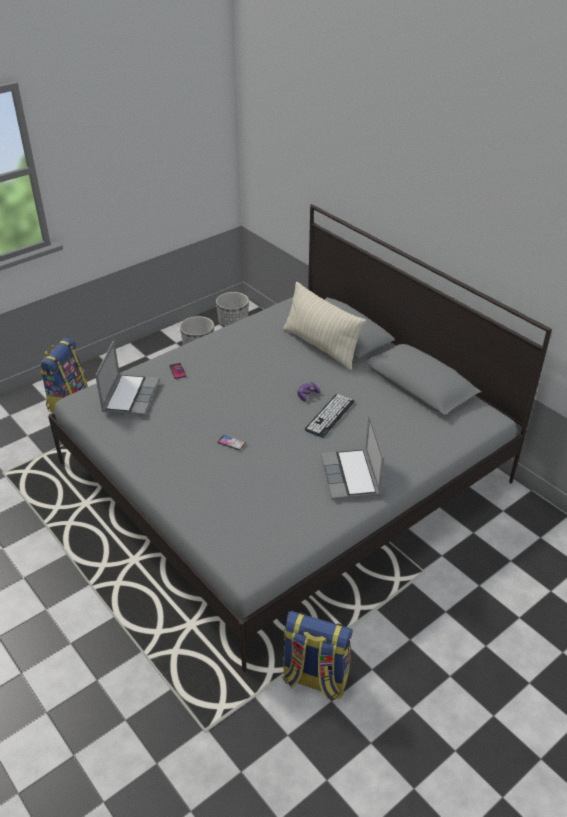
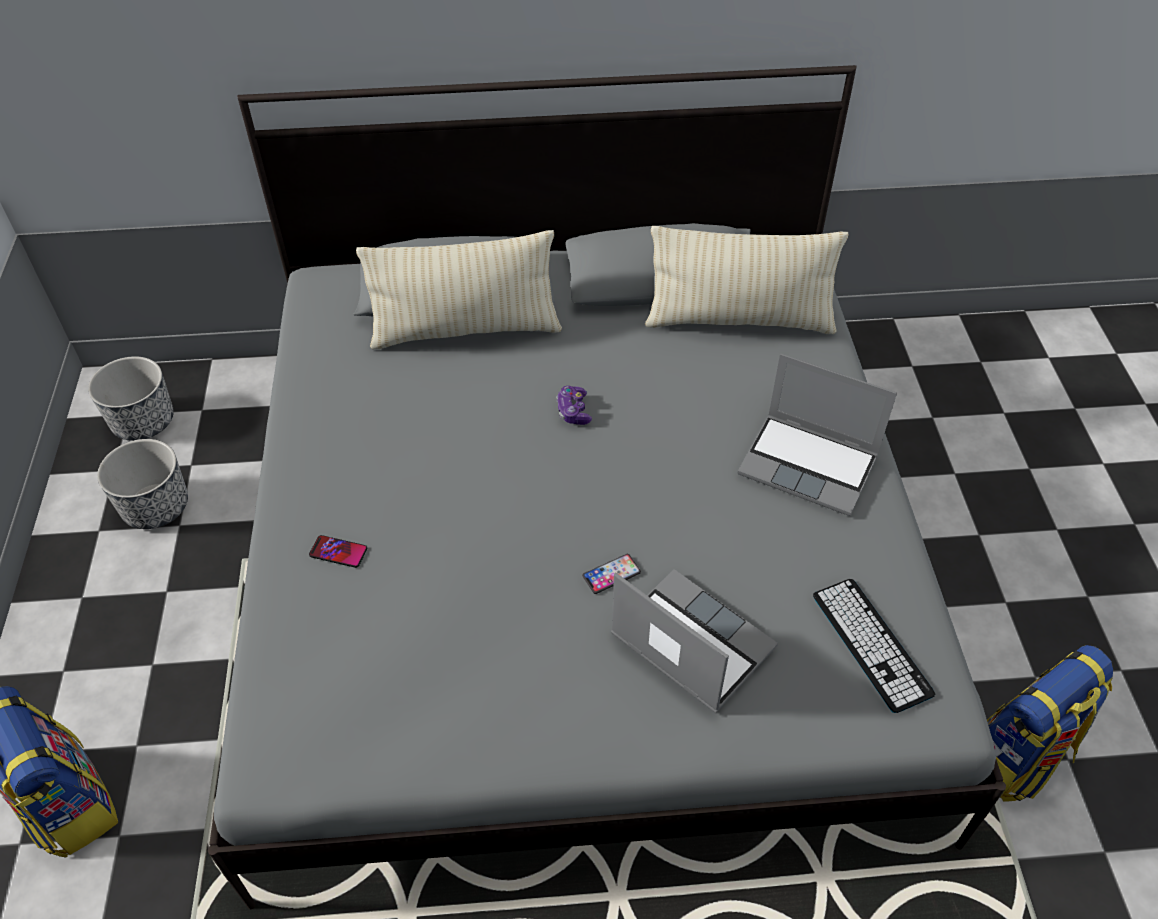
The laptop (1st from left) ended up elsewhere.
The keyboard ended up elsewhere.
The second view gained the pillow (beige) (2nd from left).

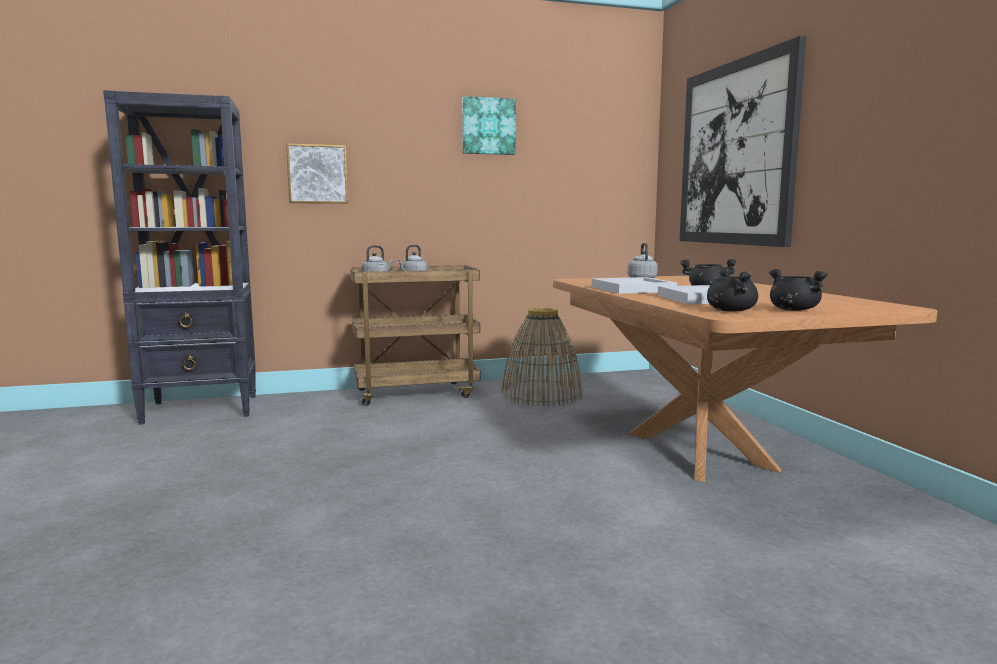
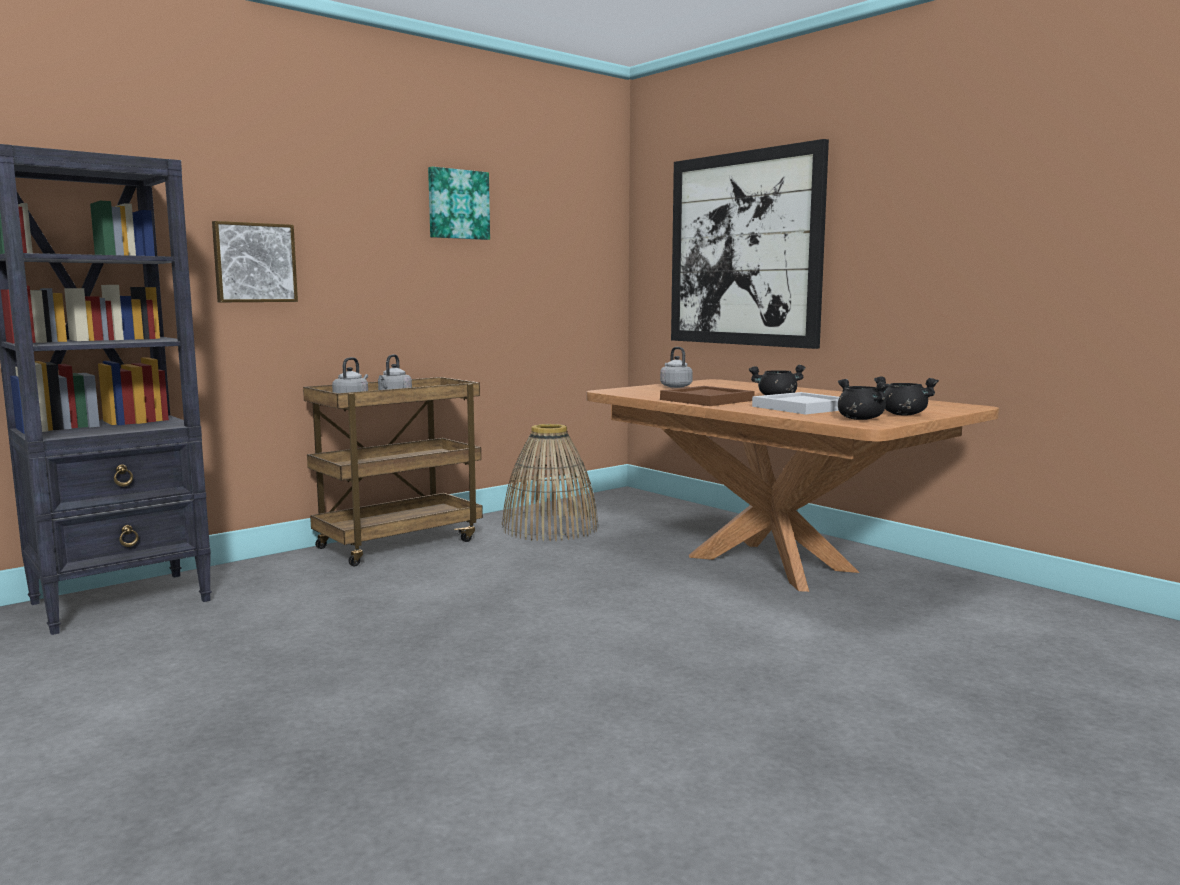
What was the tray (white) (1st from left) turned into the tray (brown).

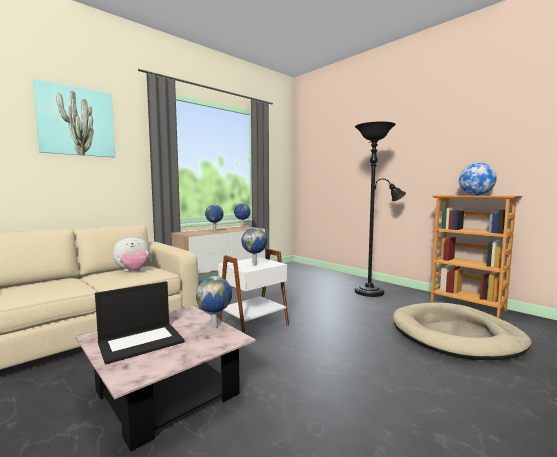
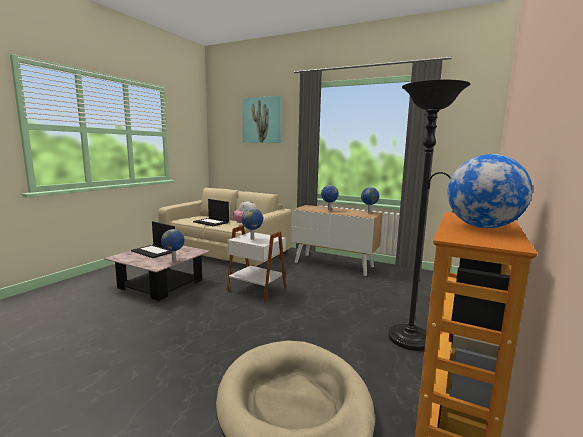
The second view gained the laptop (2nd from left).

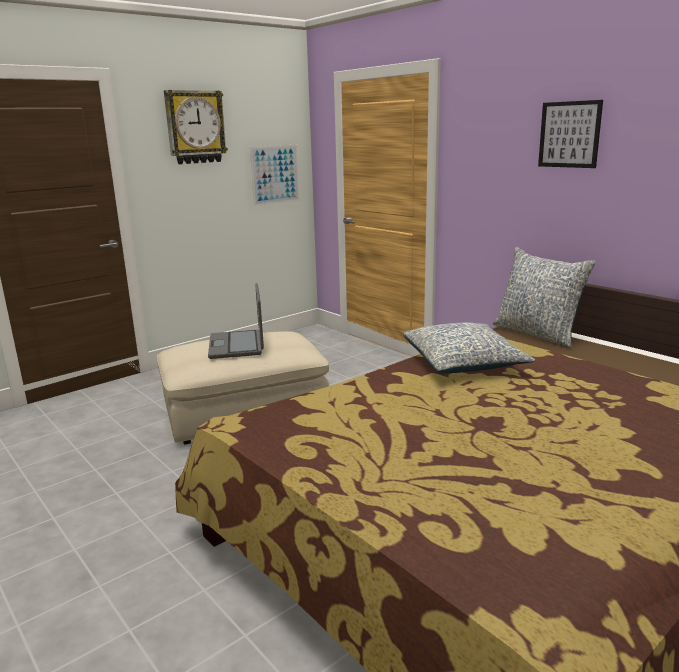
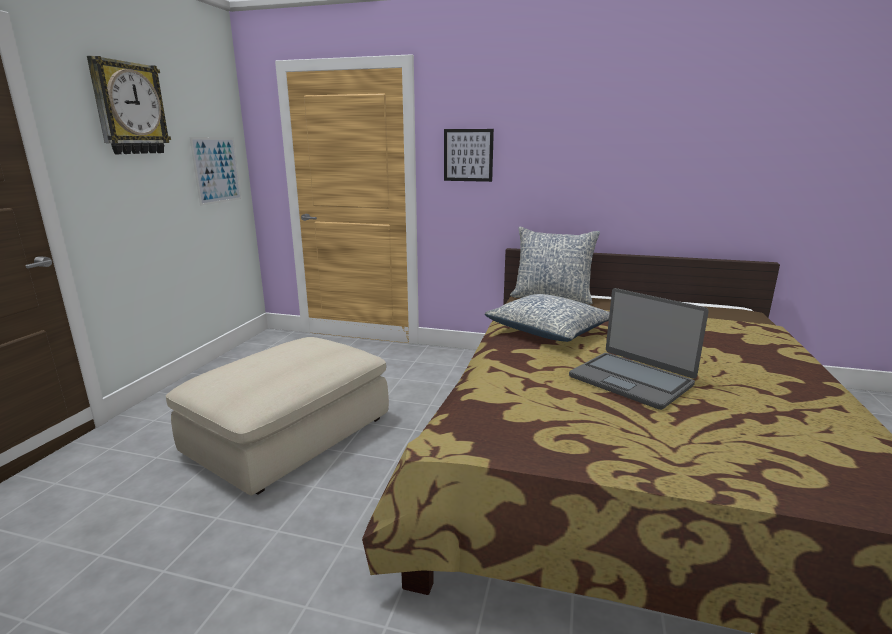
The laptop ended up elsewhere.
The picture (2nd from left) ended up elsewhere.

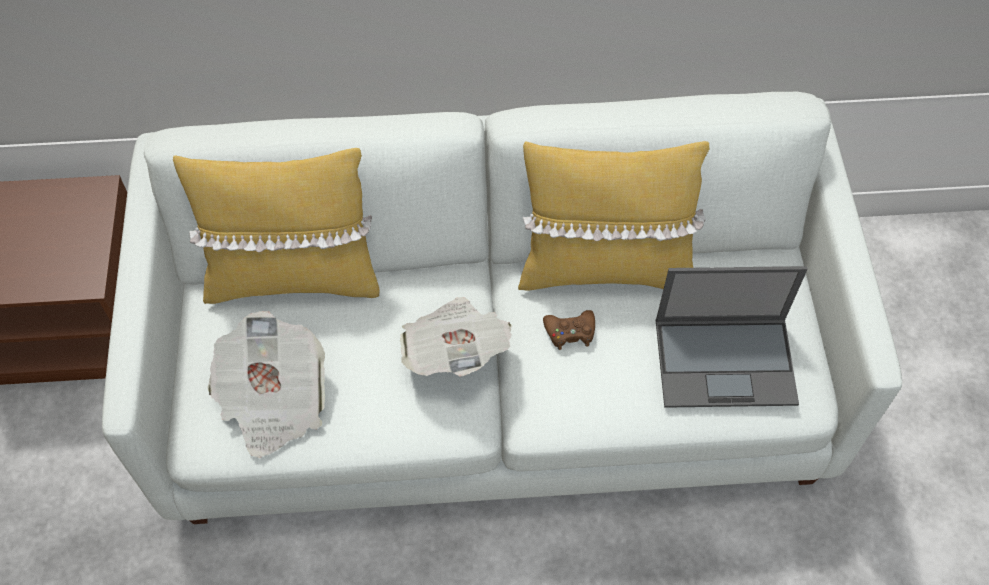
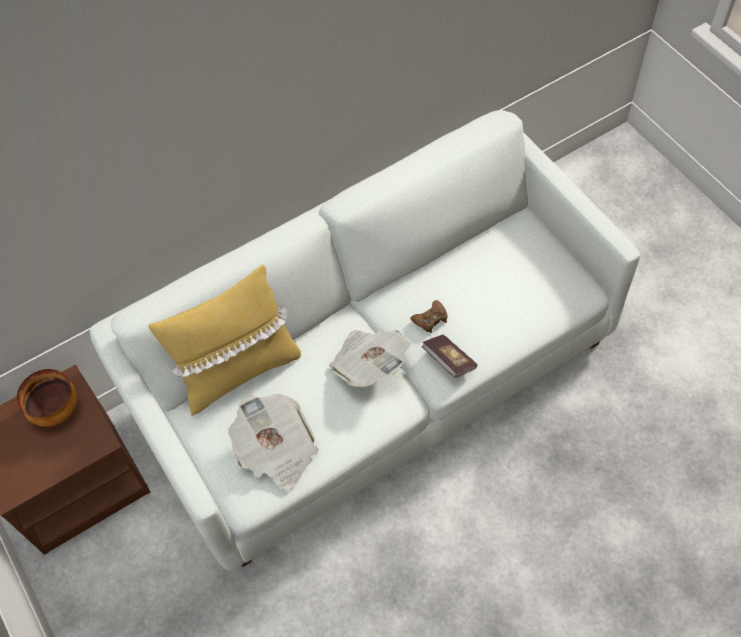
The second view lost the pillow (yellow) (2nd from left).
The second view lost the laptop.
The second view gained the bowl.
The second view gained the book.

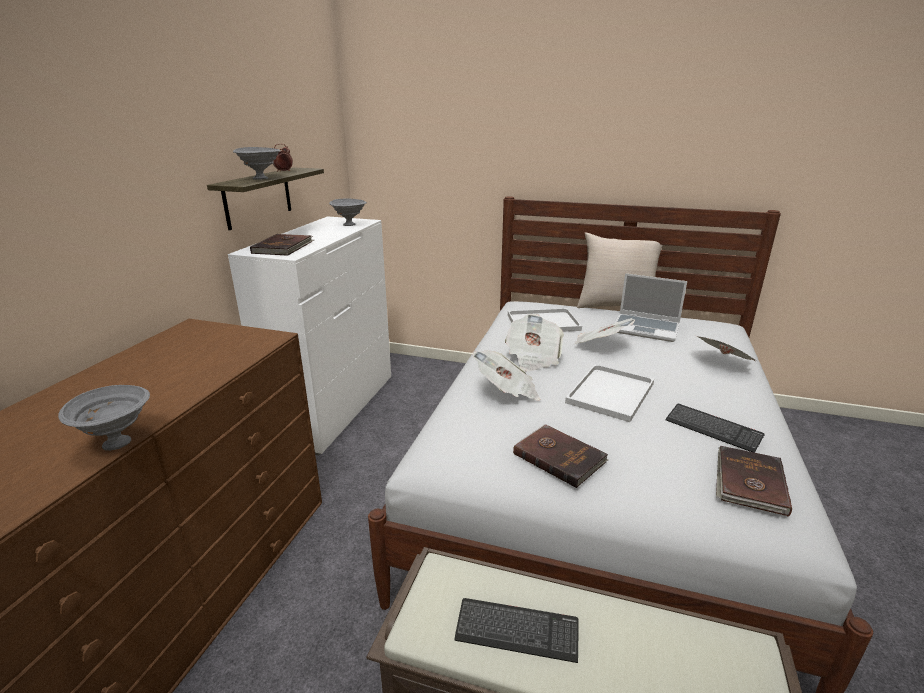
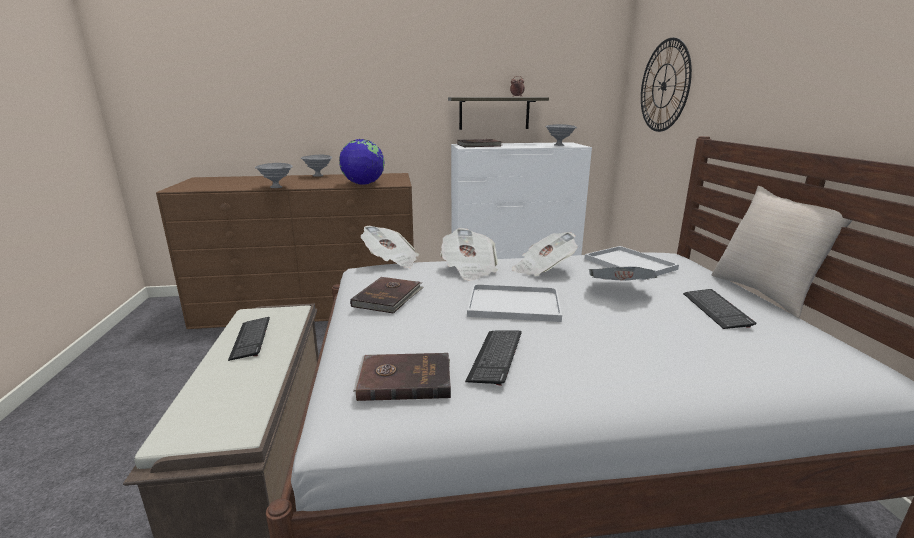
The bowl (grey) (2nd from left) ended up elsewhere.
Where the laptop stood, the keyboard (3rd from left) came to stand.
The newspaper (4th from left in the first image) ended up elsewhere.
The second view gained the globe.
The second view gained the wall clock.

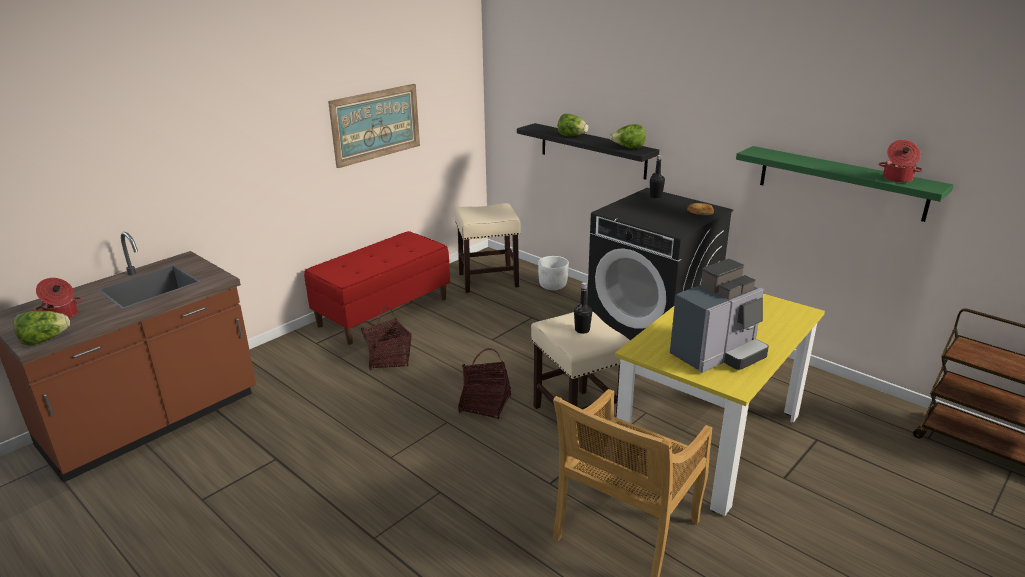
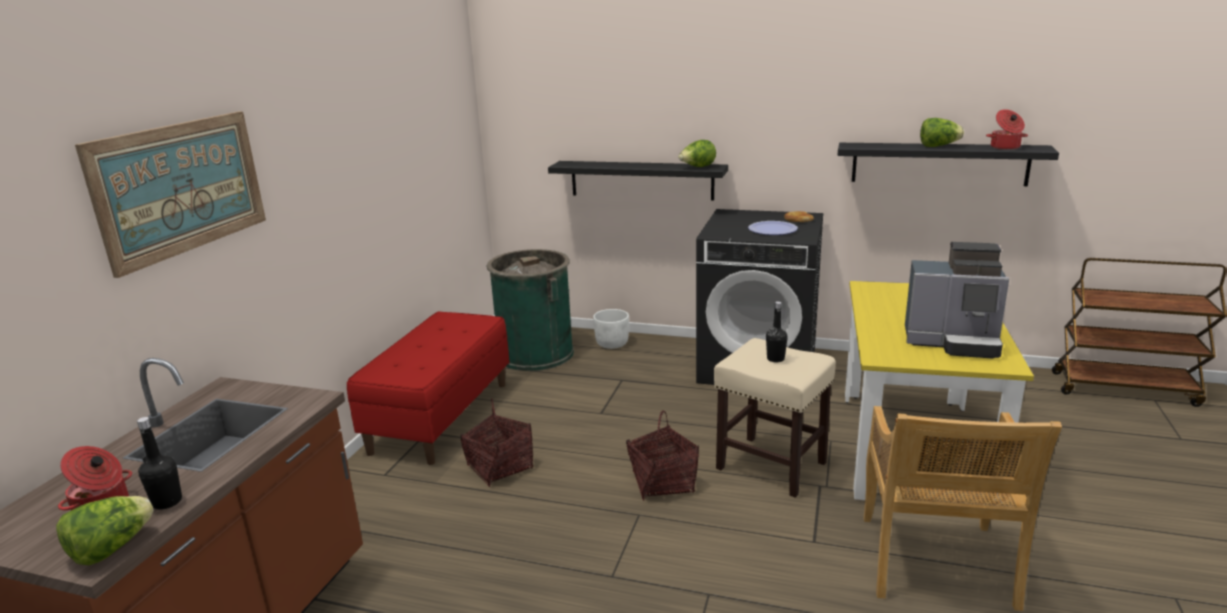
The picture ended up elsewhere.
Where the stool (beige) (1st from left) stood, the trash can (green) came to stand.
The lettuce (2nd from left in the first image) ended up elsewhere.
The bottle (black) (2nd from left in the first image) ended up elsewhere.
The coffee machine ended up facing another way, 75 degrees clockwise from before.
What was the shelf (green) turned into the shelf (black) (2nd from left).
The second view gained the plate.

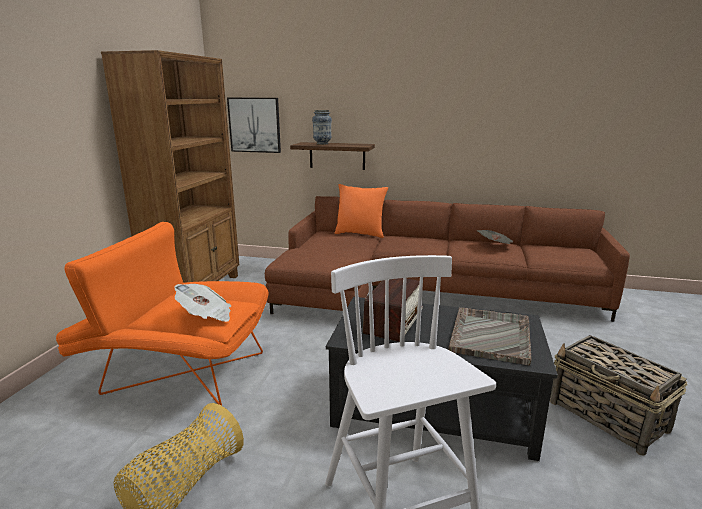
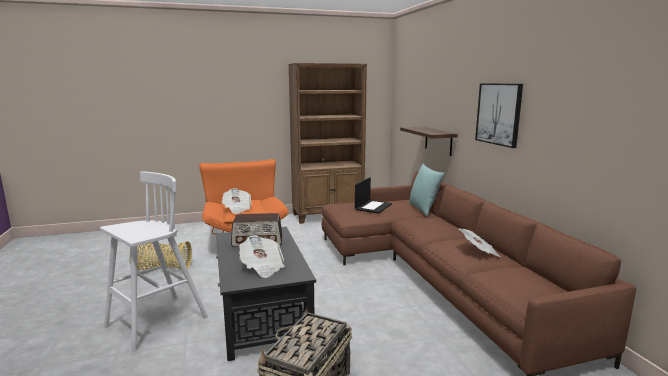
The picture ended up elsewhere.
The second view lost the vase.
What was the pillow (orange) turned into the pillow (turquoise).
Where the tray (grey) stood, the newspaper (2nd from left) came to stand.
The second view gained the laptop.

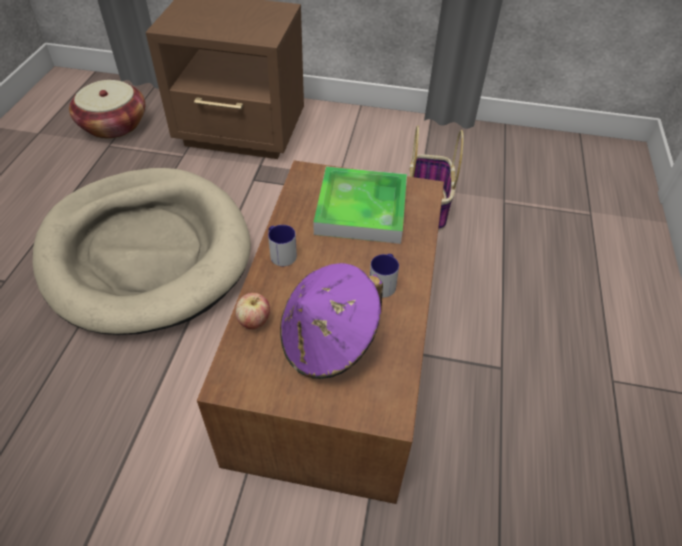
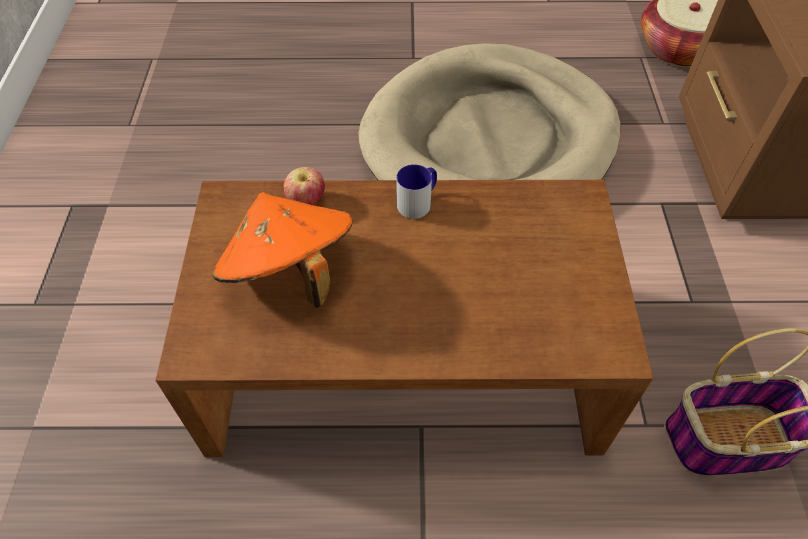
What was the hat (purple) turned into the hat (orange).
The second view lost the tray.
The second view lost the mug (2nd from left).

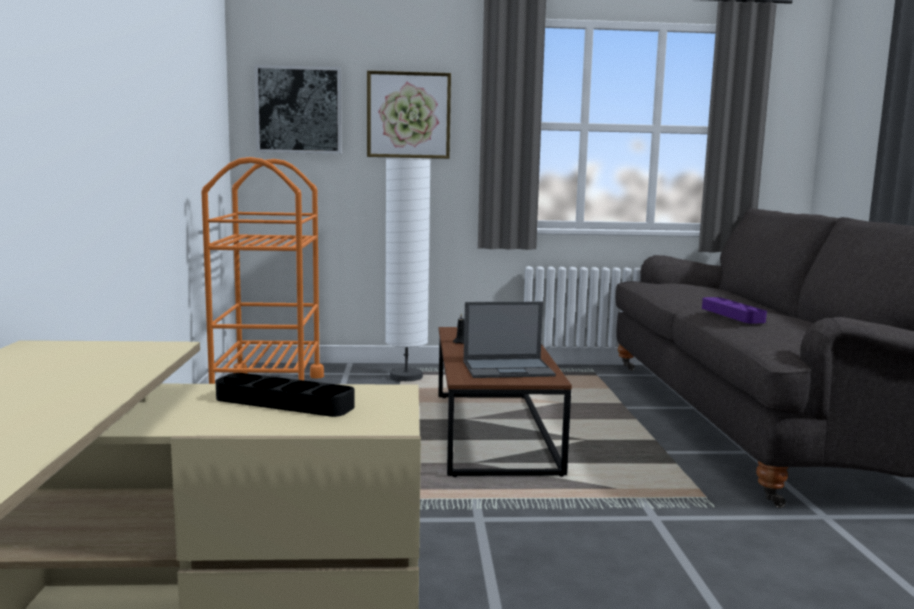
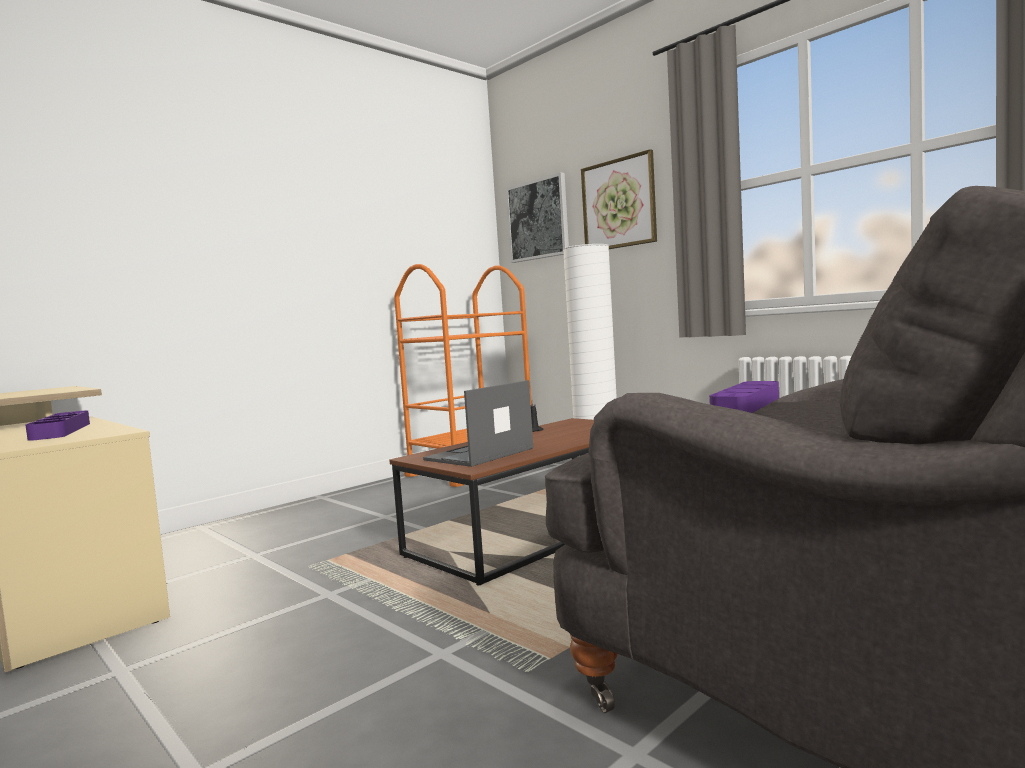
What was the tray (black) turned into the tray (purple) (1st from left).
The laptop ended up facing another way, 90 degrees clockwise from before.

